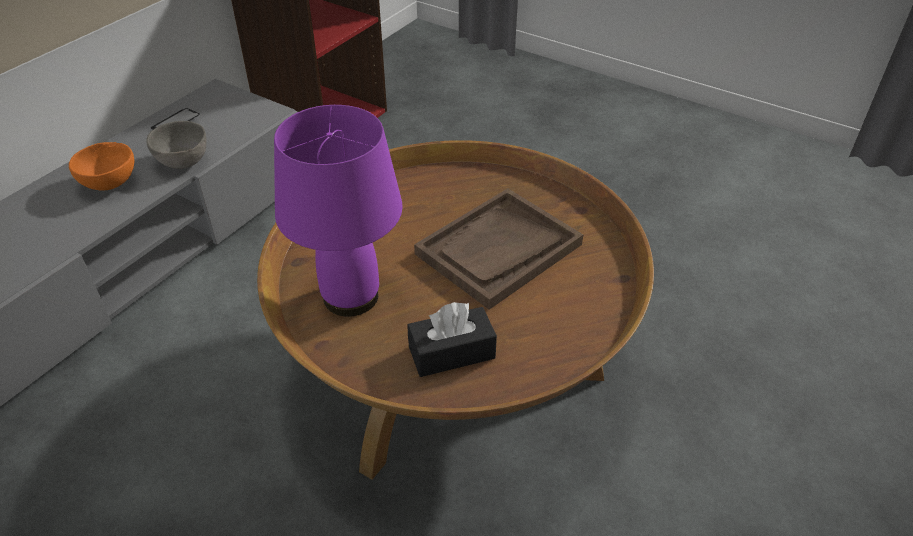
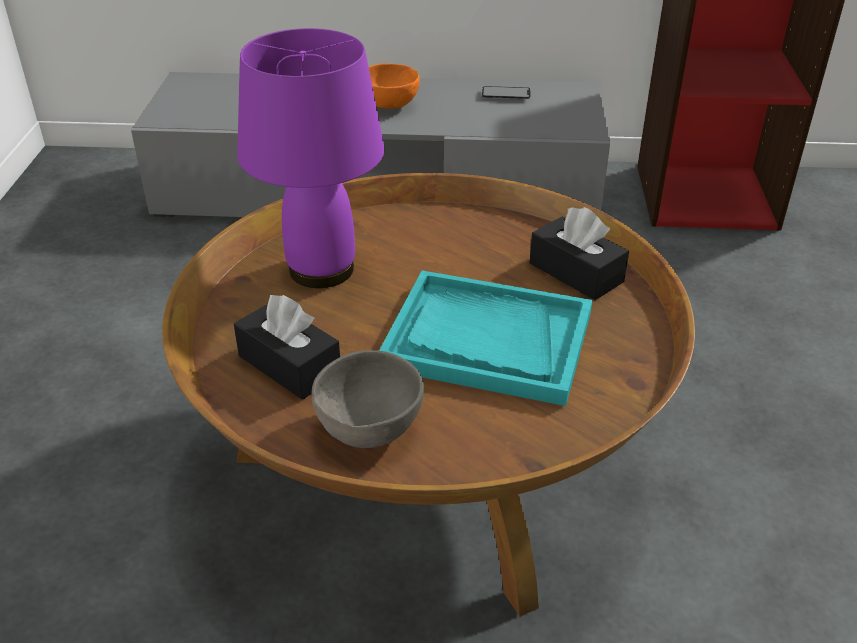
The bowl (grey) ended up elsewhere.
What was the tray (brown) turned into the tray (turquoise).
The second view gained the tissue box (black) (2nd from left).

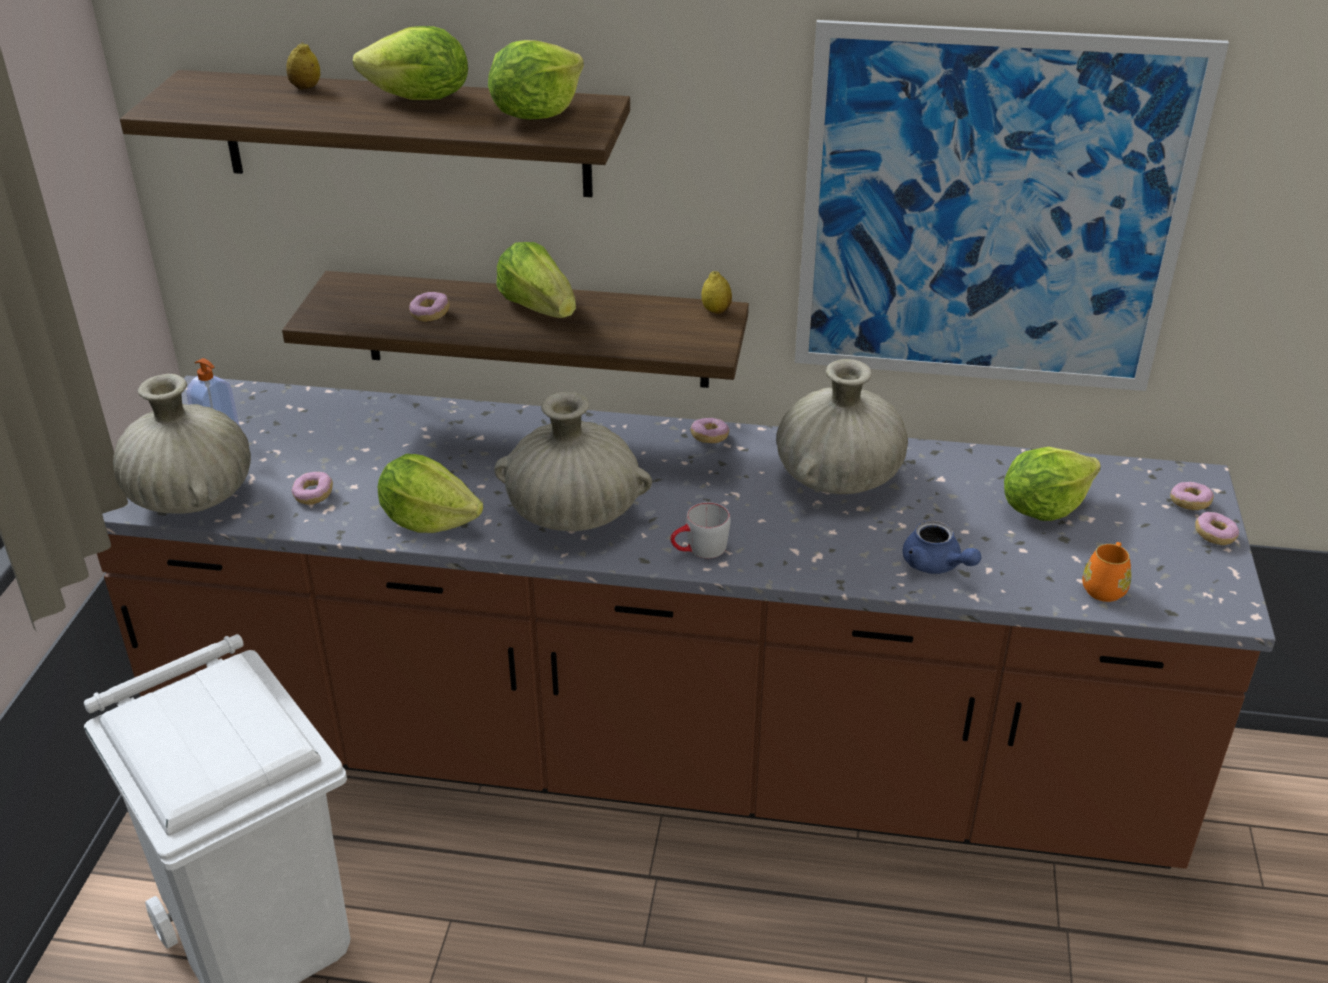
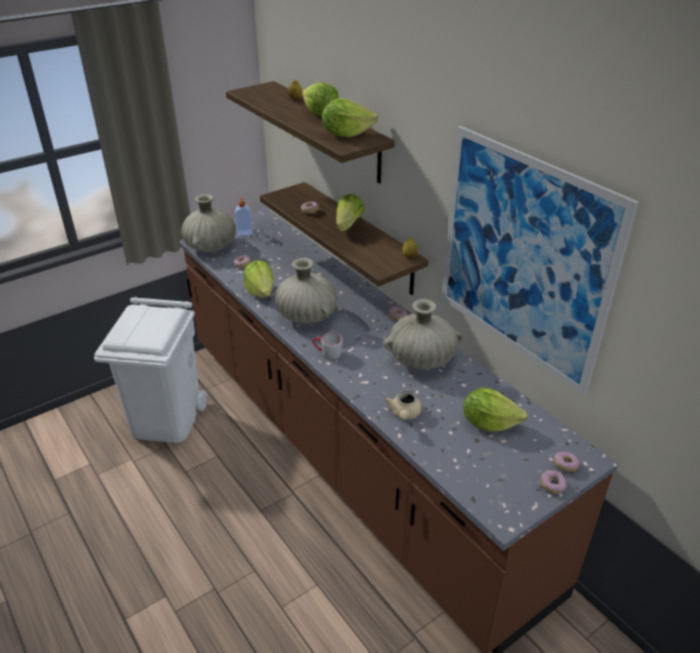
What was the teapot (blue) turned into the teapot (beige).
The second view lost the mug (orange).

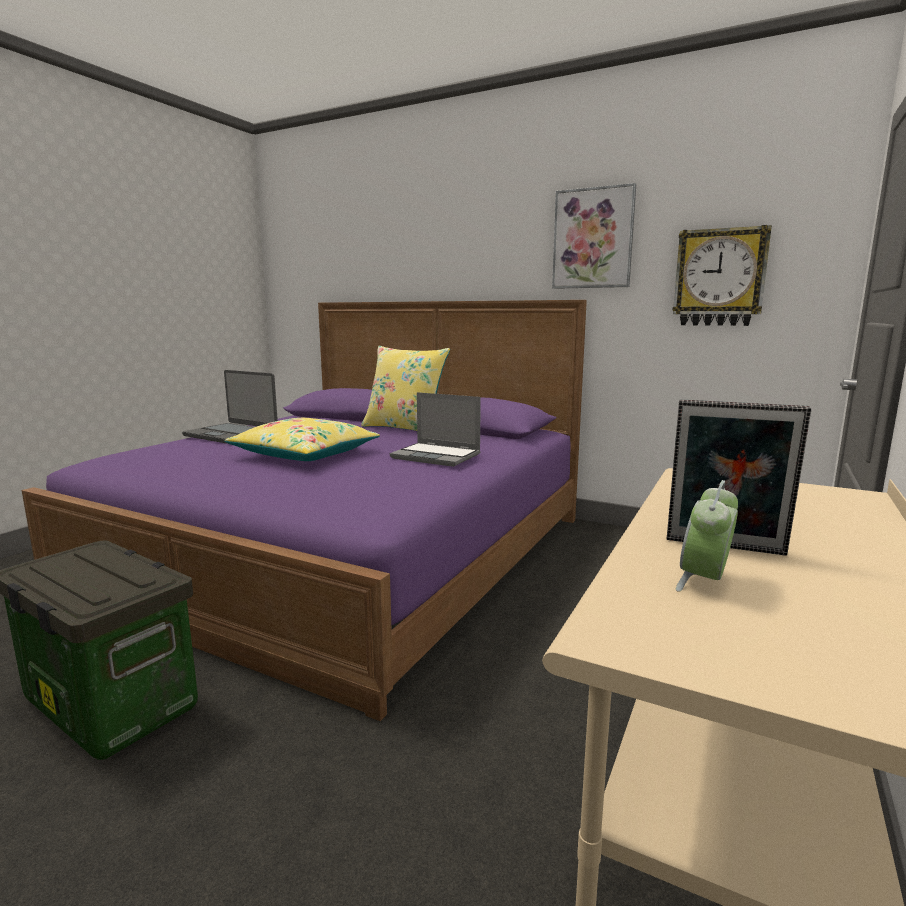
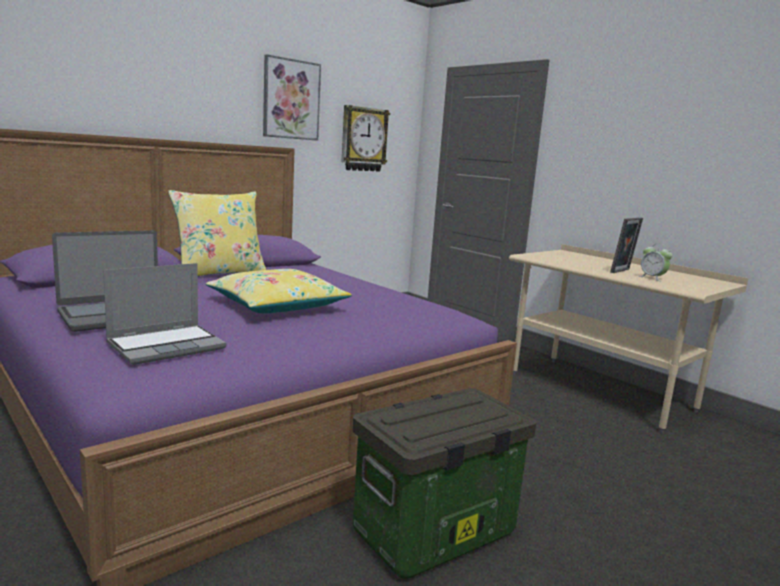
The laptop (2nd from left) ended up elsewhere.

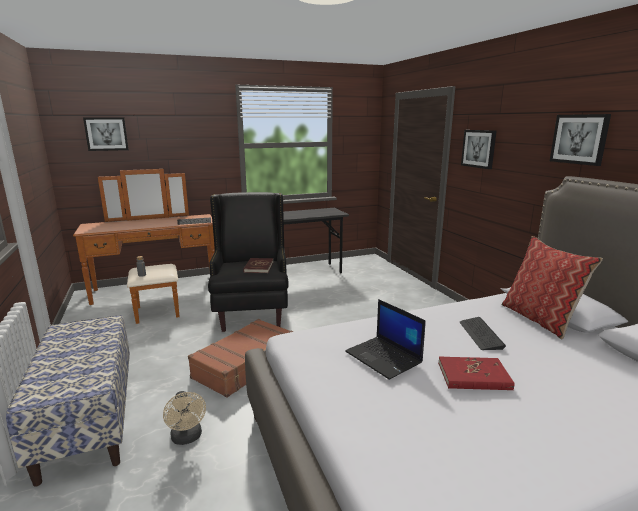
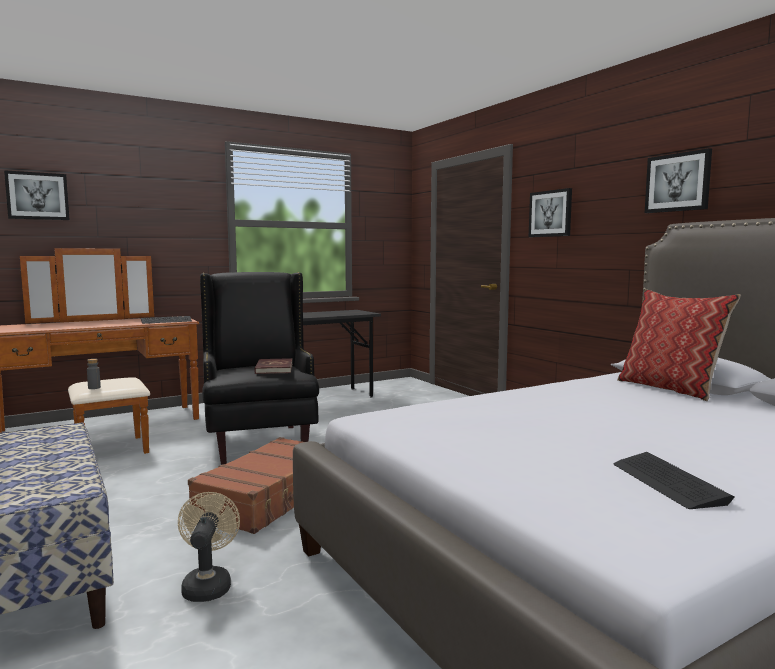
The fan (beige) ended up facing another way, 150 degrees counterclockwise from before.
The second view lost the laptop.
The second view lost the book (red) (2nd from left).
The keyboard (2nd from left) ended up elsewhere.

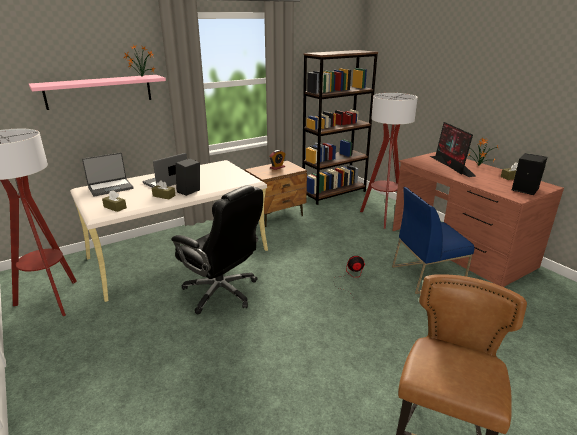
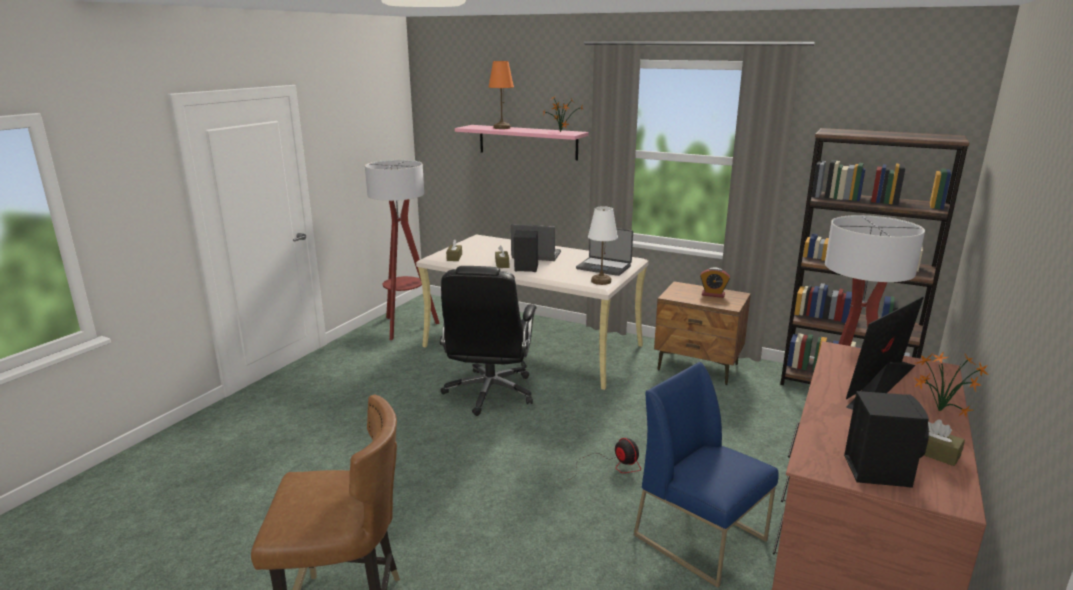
The laptop (1st from left in the first image) ended up elsewhere.
The second view gained the table lamp (orange).
The second view gained the table lamp (white).

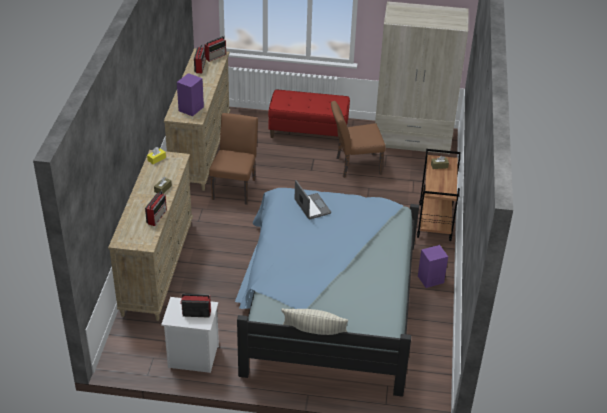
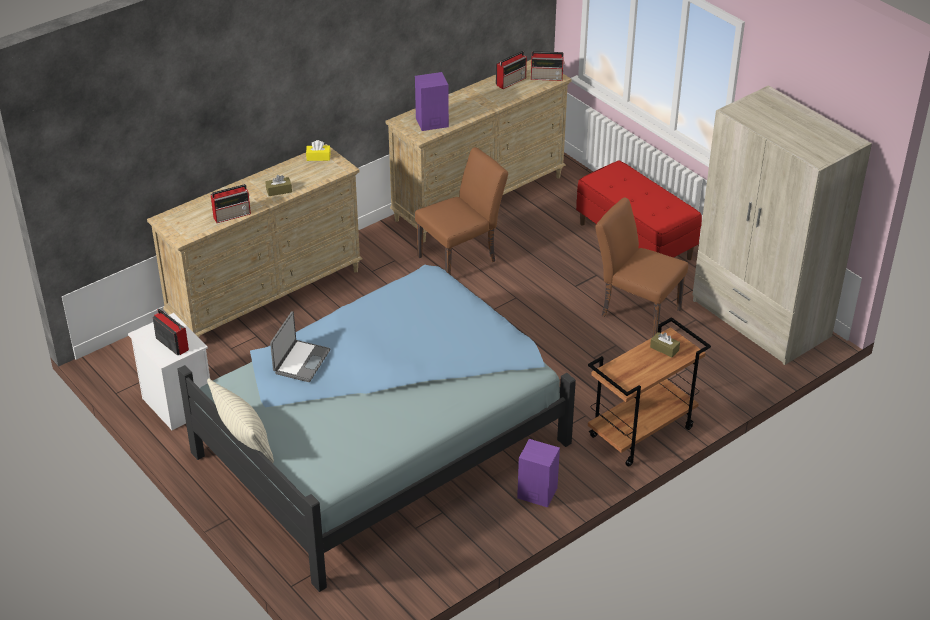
The laptop ended up elsewhere.

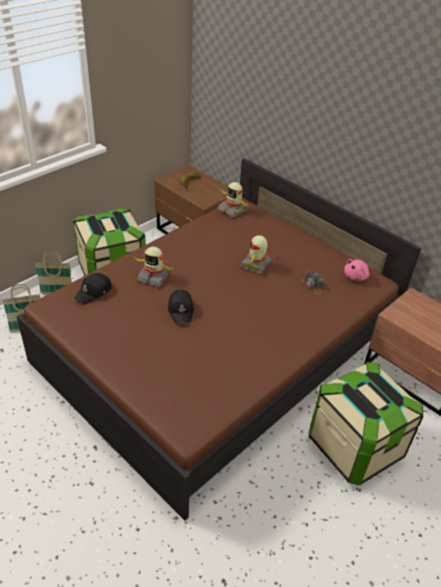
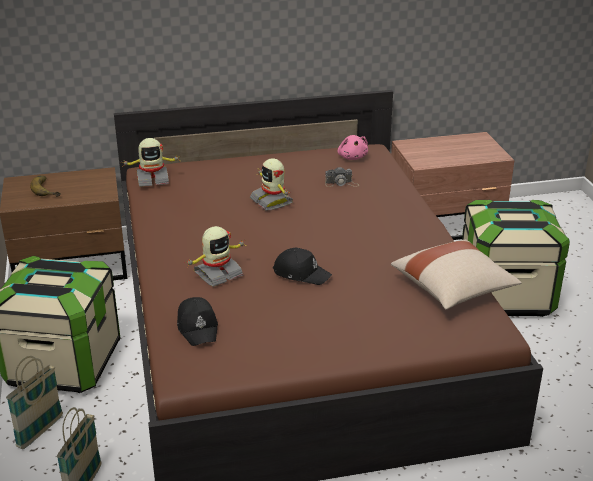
The second view gained the pillow (beige).

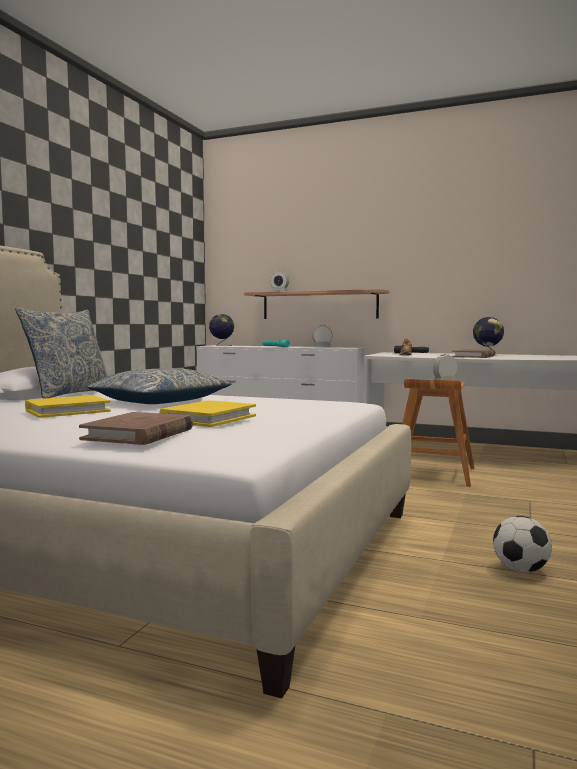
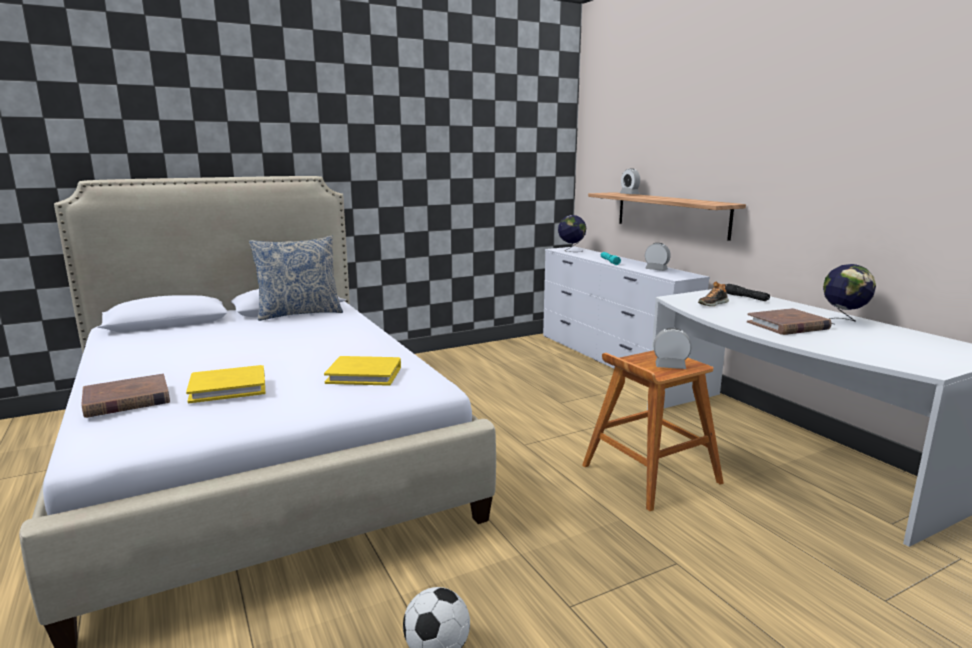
The book (yellow) (1st from left in the first image) ended up elsewhere.
The second view lost the pillow (2nd from left).

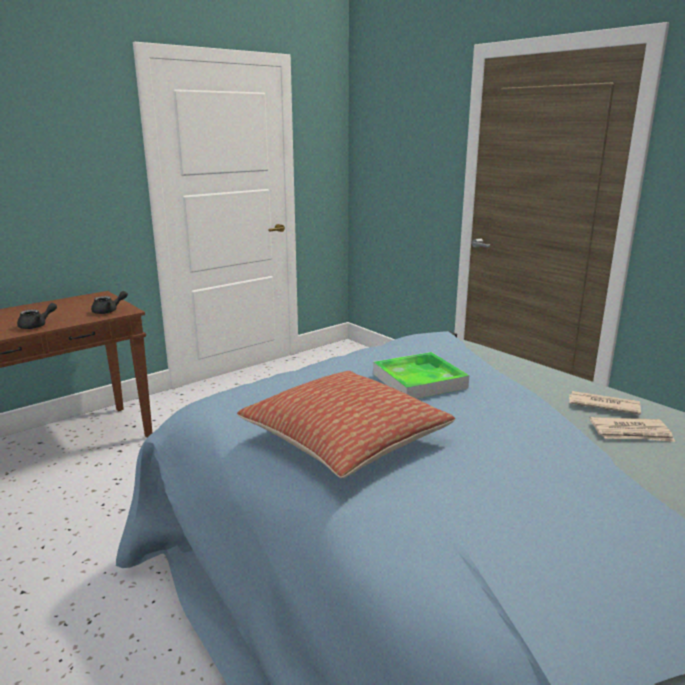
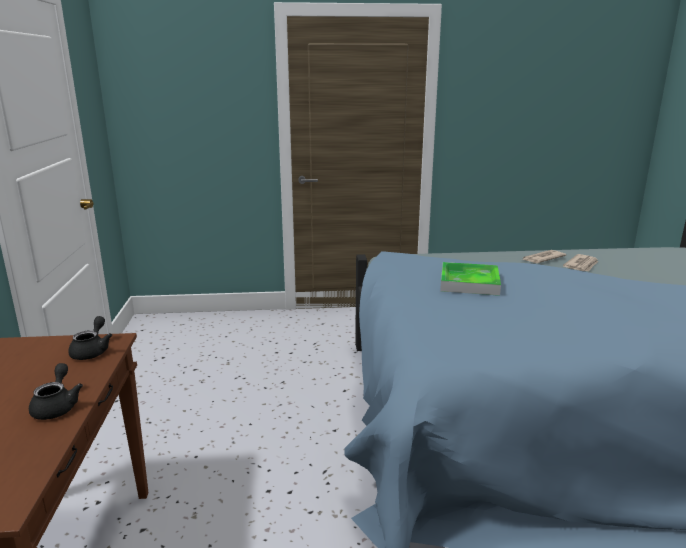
The second view lost the pillow.

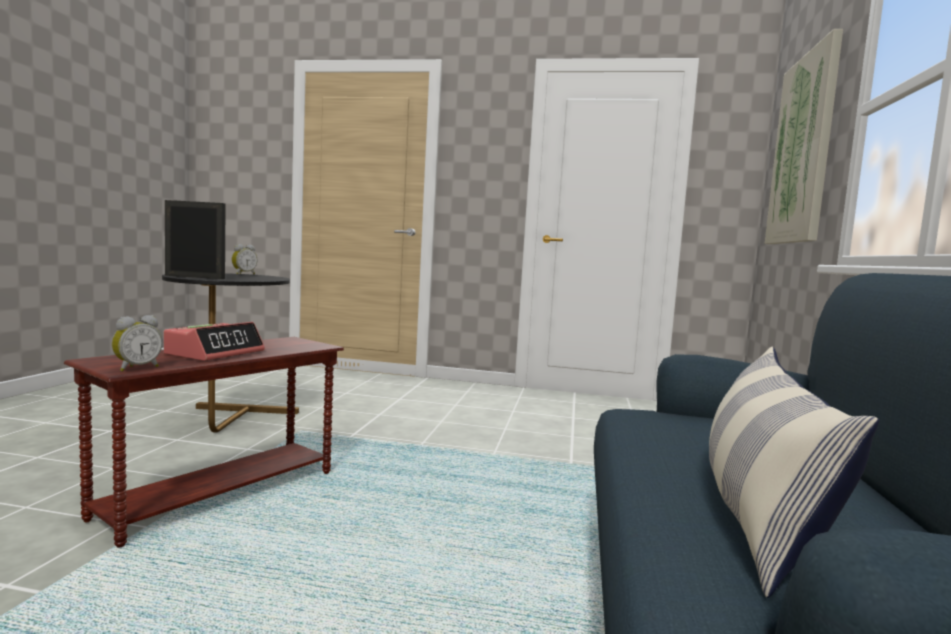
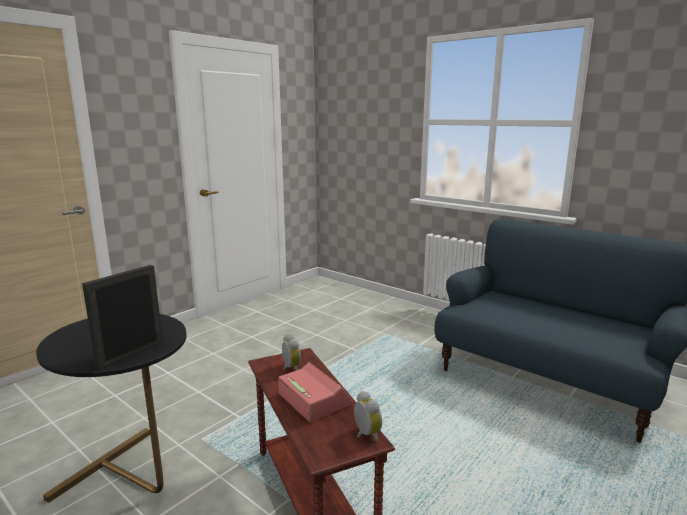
The alarm clock (3rd from left in the first image) ended up elsewhere.
The second view lost the pillow.
The second view lost the picture.

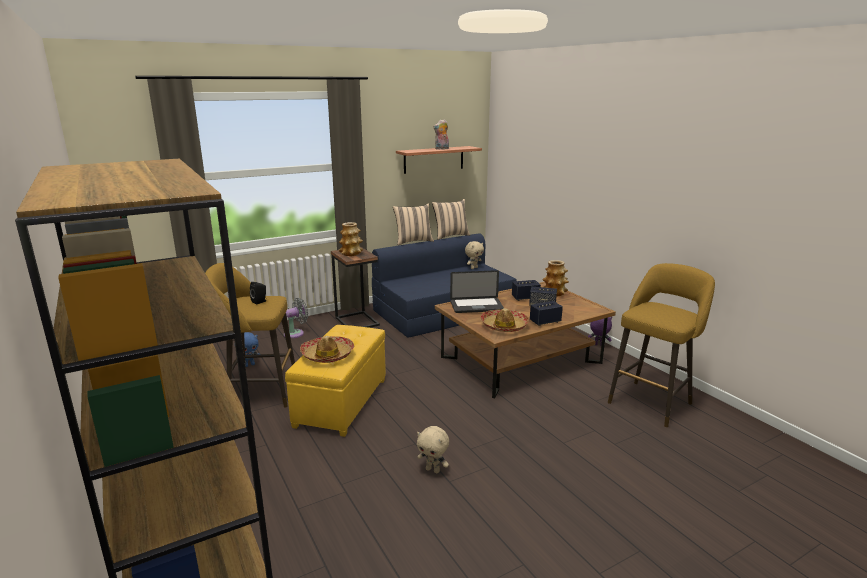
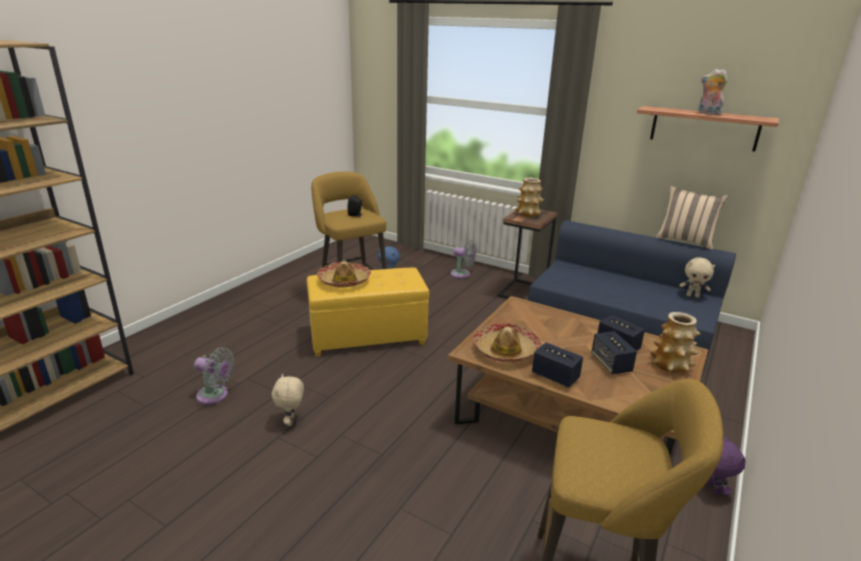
The second view lost the pillow (beige) (1st from left).
The second view lost the laptop.
The second view gained the fan (grey) (1st from left).

